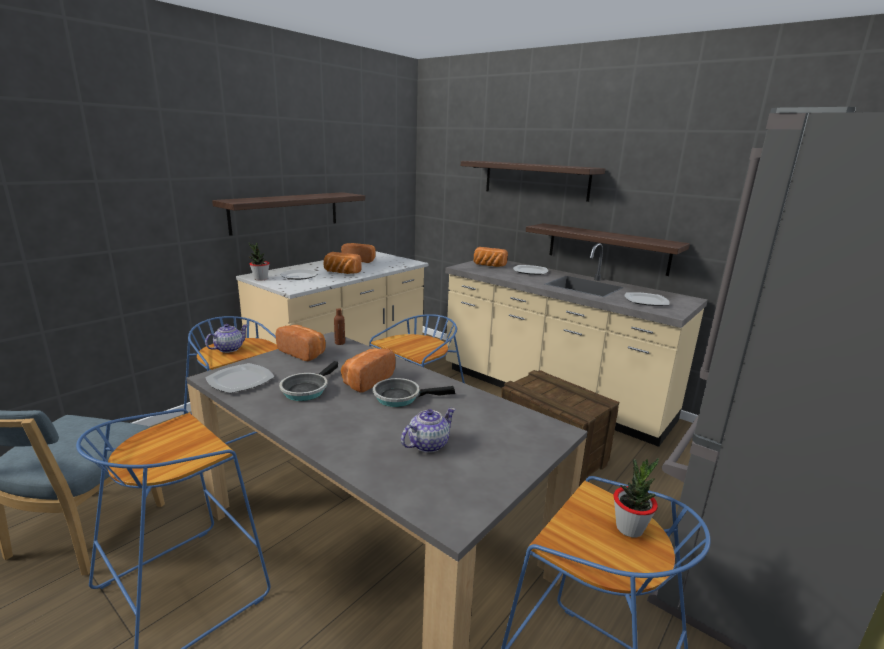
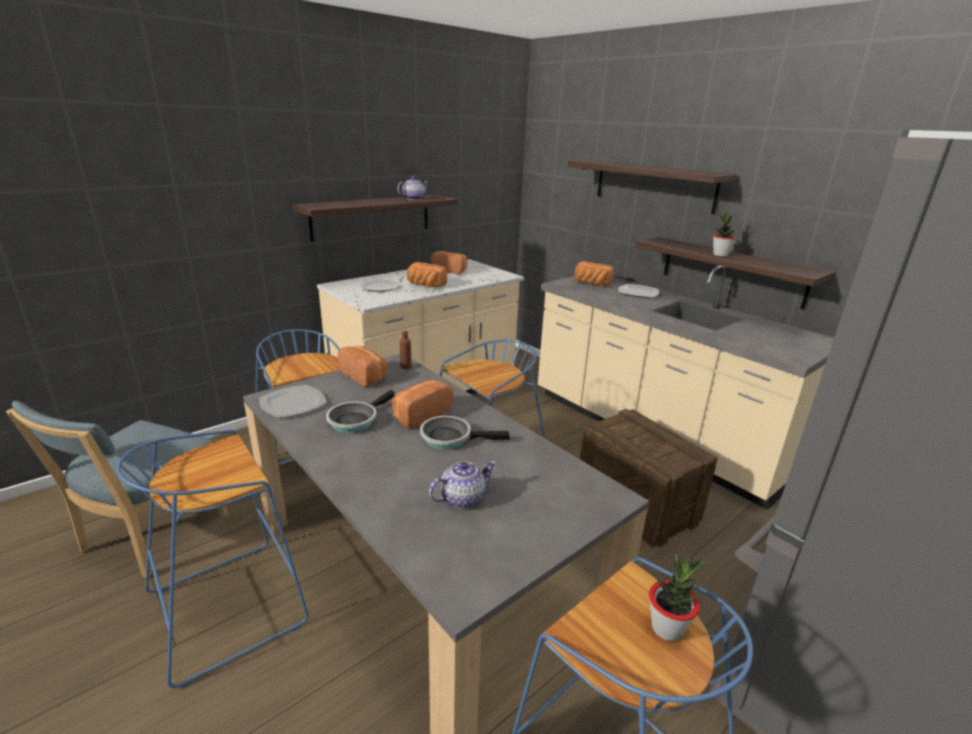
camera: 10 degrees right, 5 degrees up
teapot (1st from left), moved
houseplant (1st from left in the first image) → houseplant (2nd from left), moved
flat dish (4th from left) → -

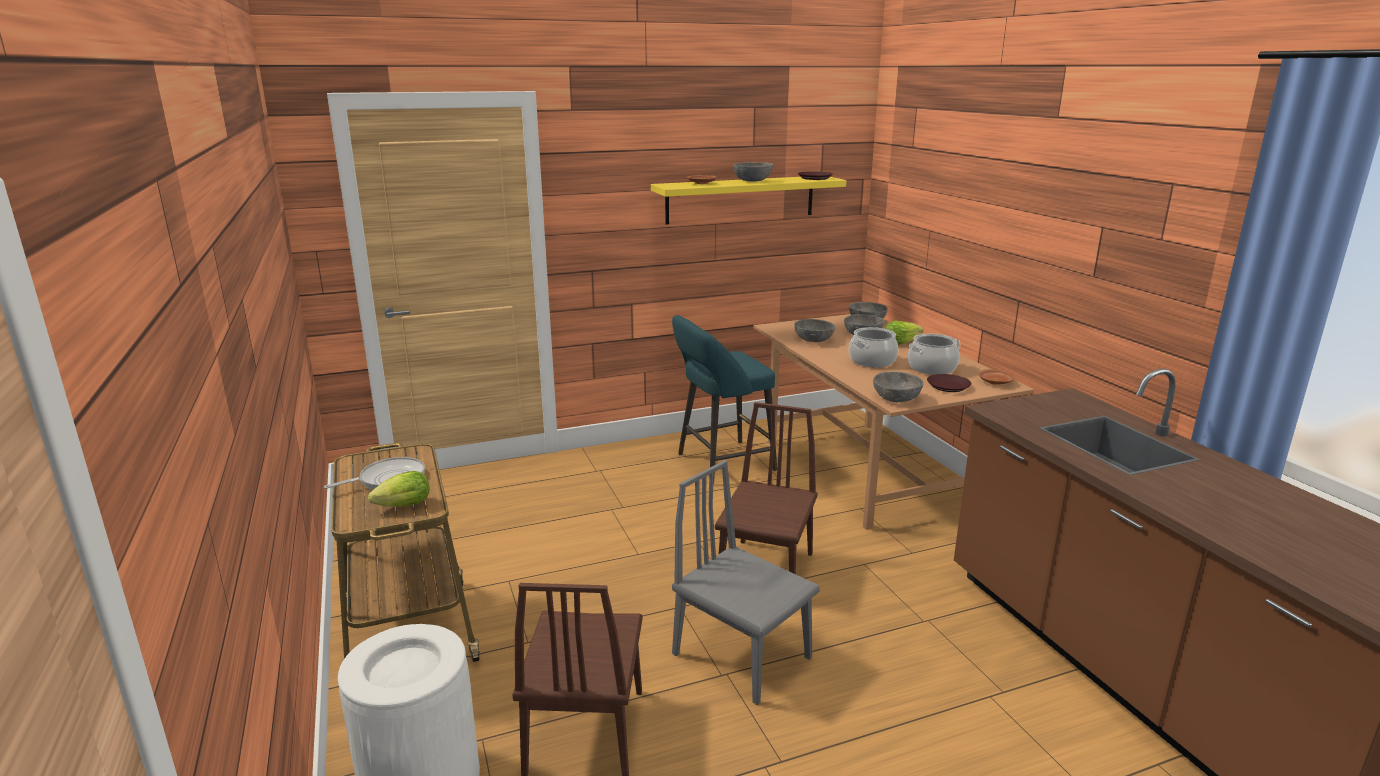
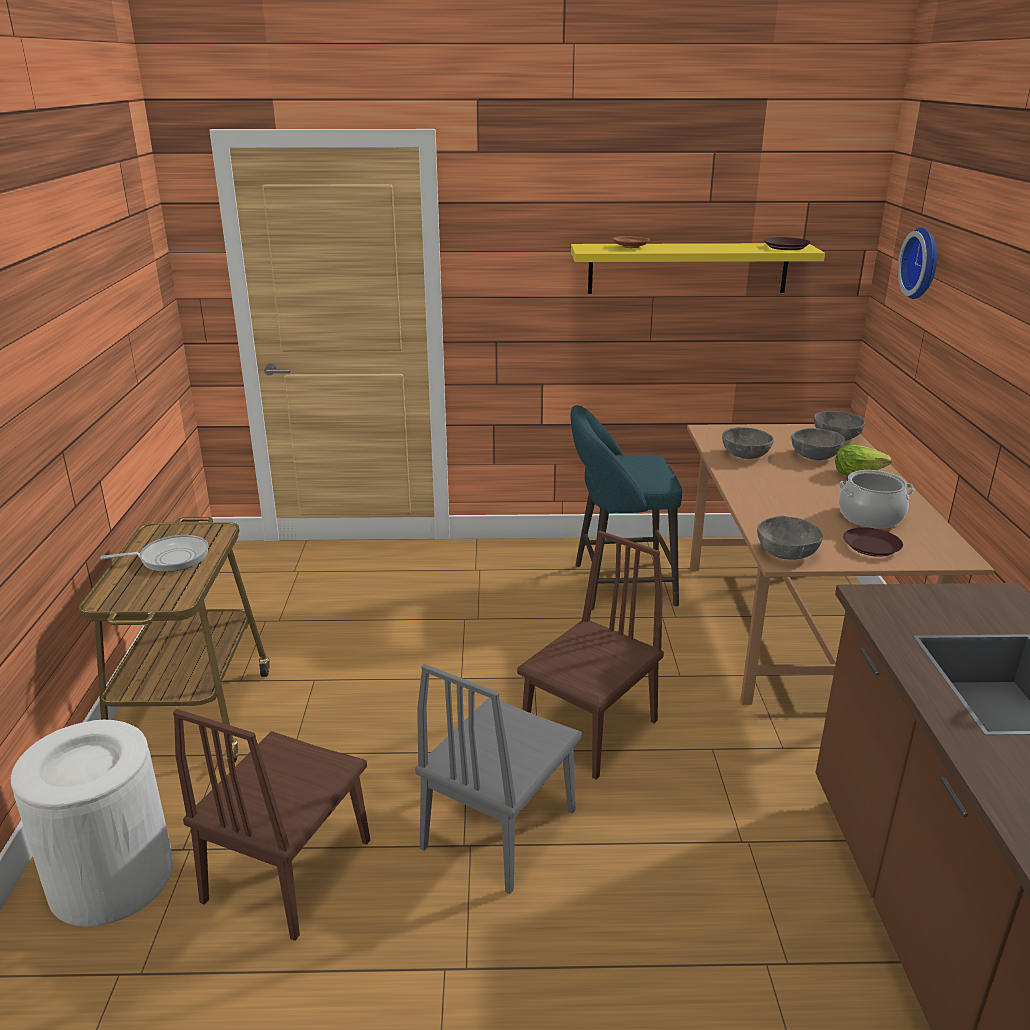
camera: 20 degrees right, 5 degrees up
lettuce (1st from left) → -
plain chair in gray, 120 degrees counterclockwise
bowl in gray (1st from left) → -
saucepot (1st from left) → -
flat dish in brownish (4th from left) → -
- → wall clock

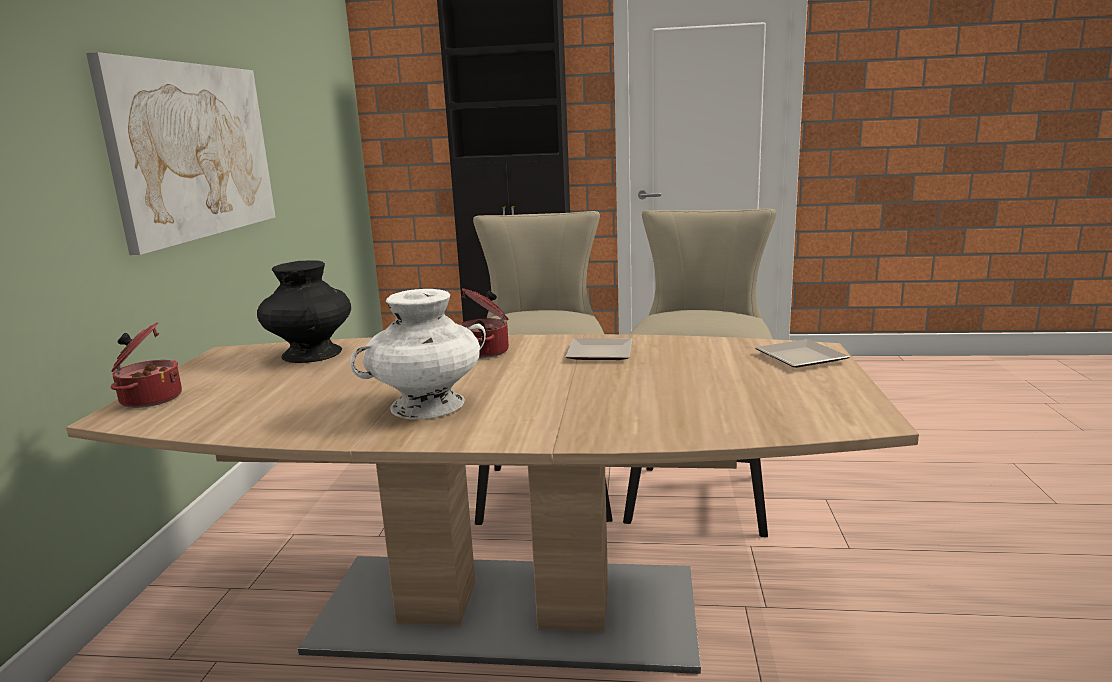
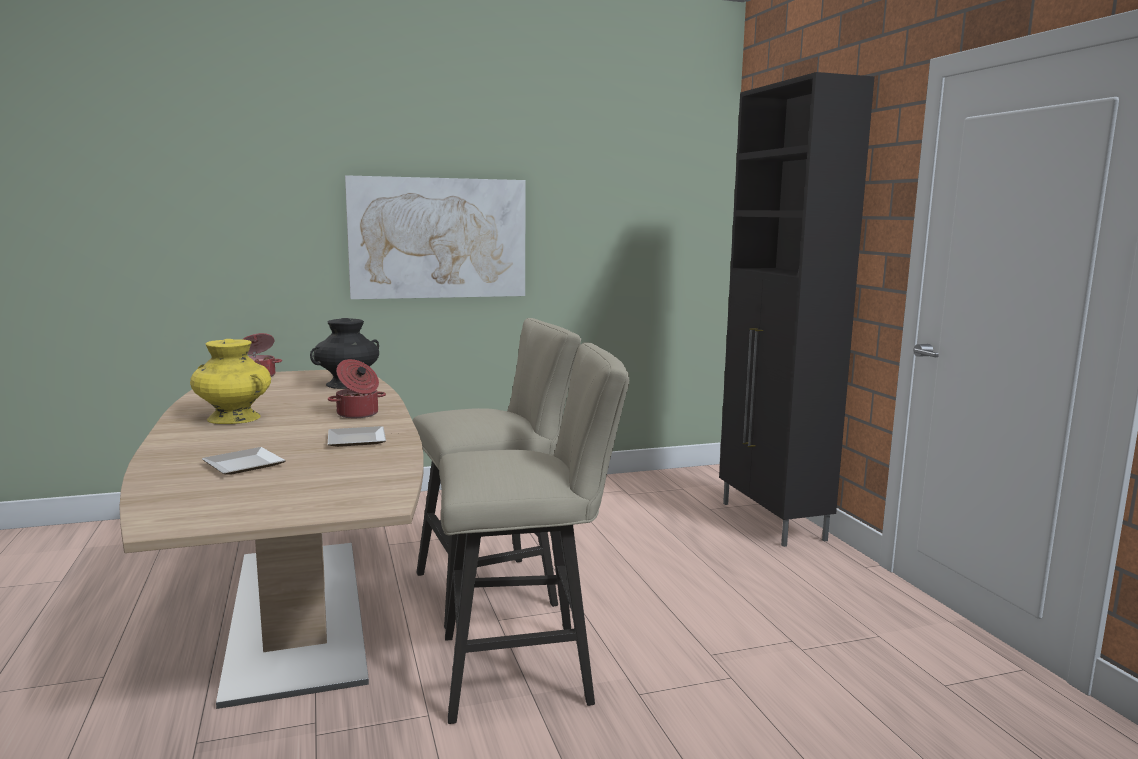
camera: 65 degrees right, 5 degrees down
flower vase in white-coloured → flower vase in yellow
flat dish (2nd from left in the first image) → flat dish (1st from left), moved

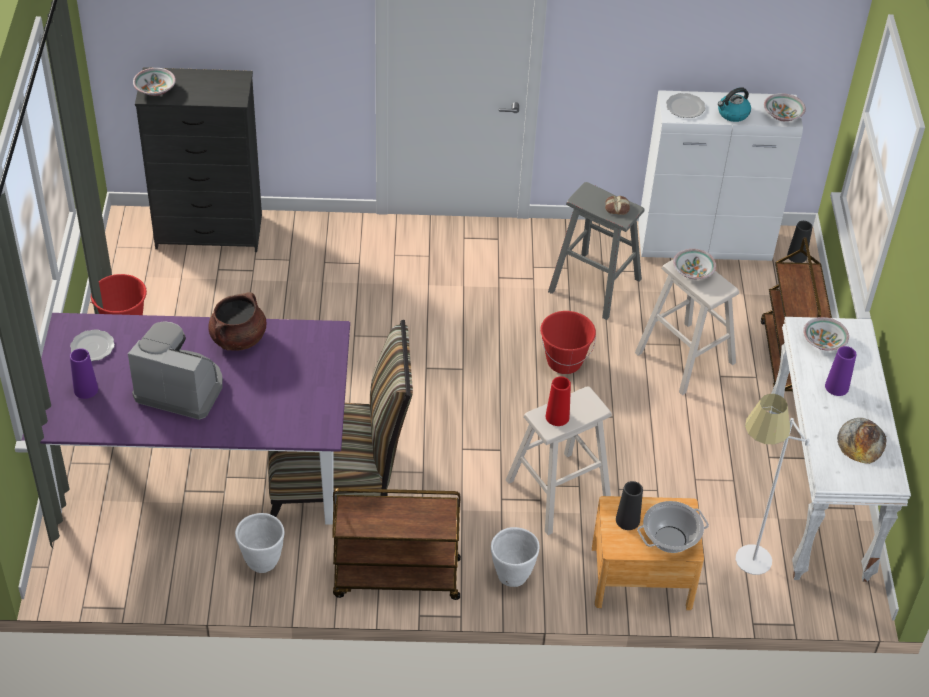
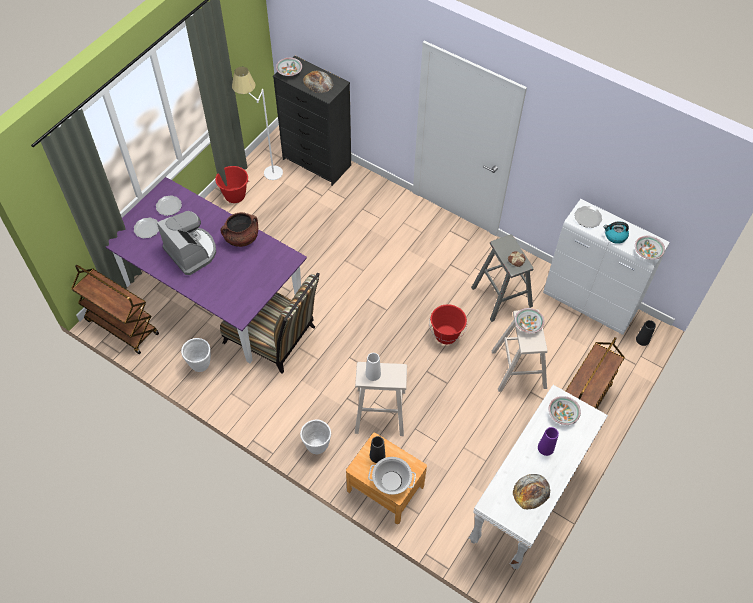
camera: 35 degrees right, 10 degrees up
flower vase in purple (1st from left) → flat dish (1st from left)
trolley in brownish (1st from left), moved
flower vase in red → flower vase in white-coloured
floor lamp in white-coloured, moved
- → bakery bread (1st from left)

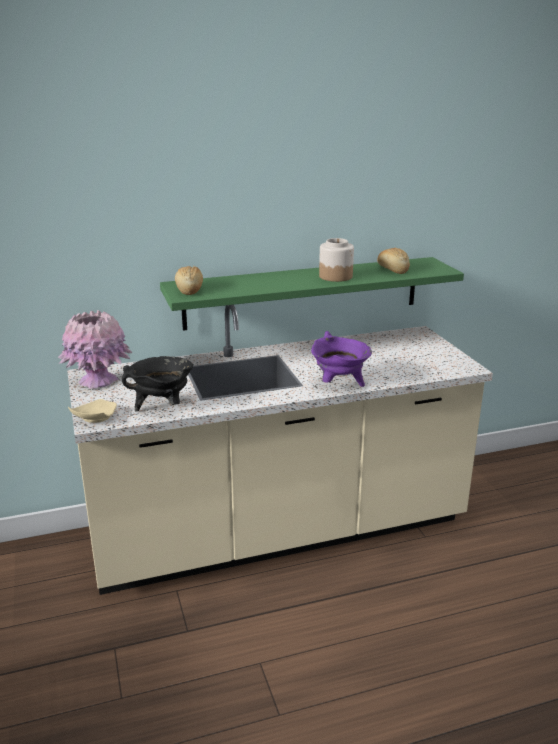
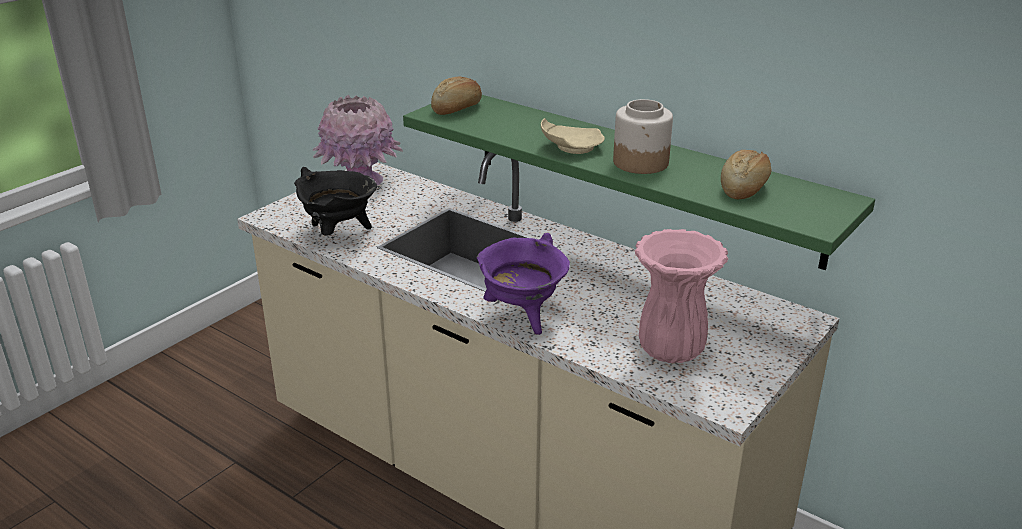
camera: 55 degrees right, 5 degrees up
flat dish in beige, moved
- → flower vase in pinkish (2nd from left)

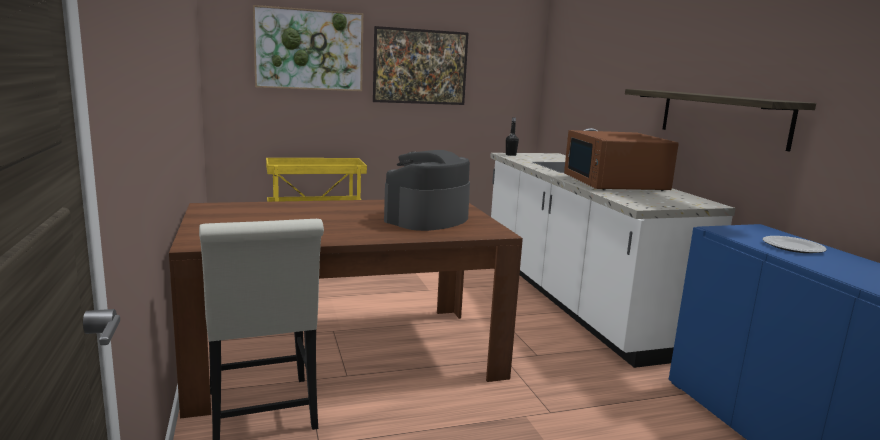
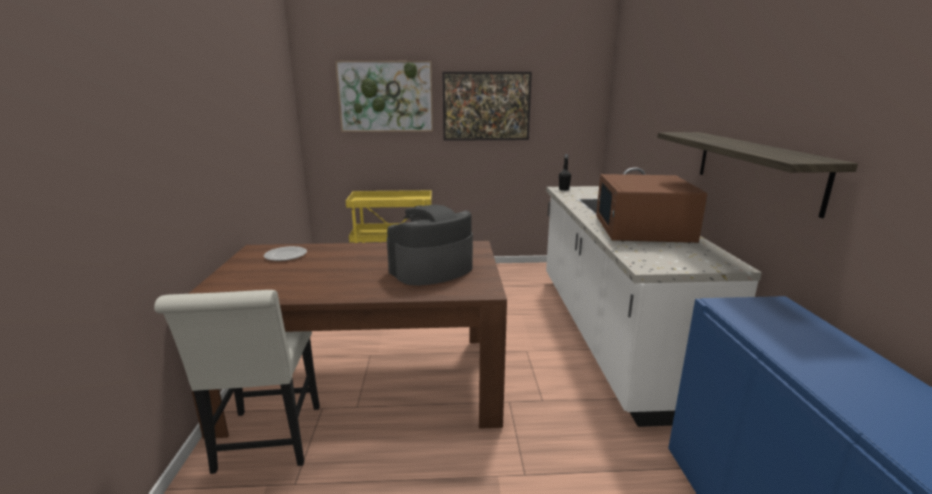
camera: 15 degrees right, 5 degrees up
flat dish, moved

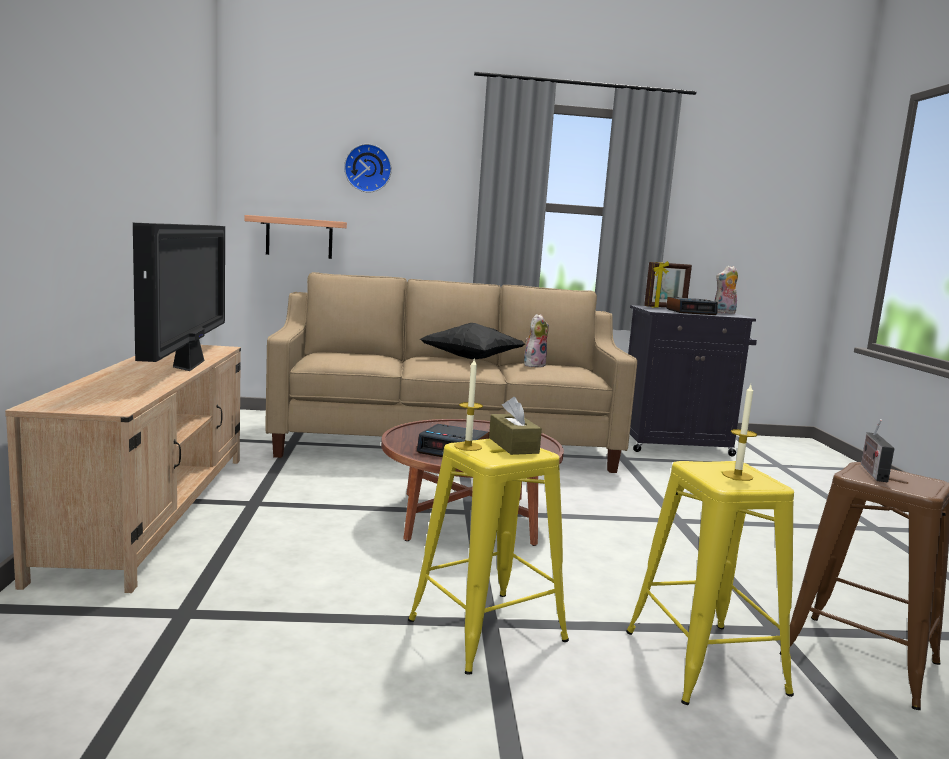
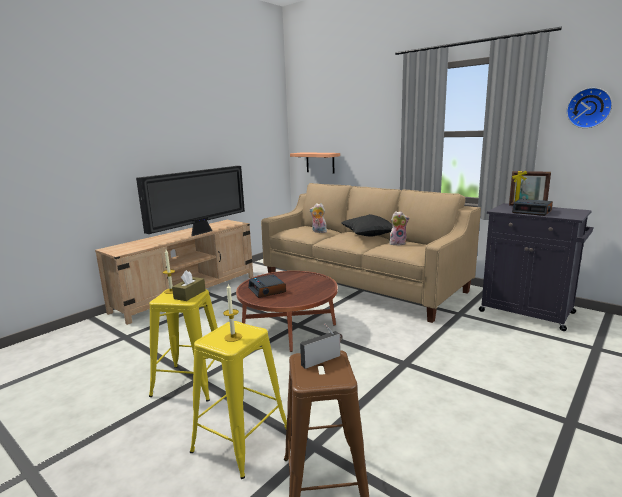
camera: 45 degrees right, 5 degrees up
wall clock, moved
cuddly toy (2nd from left in the first image) → cuddly toy (1st from left), moved

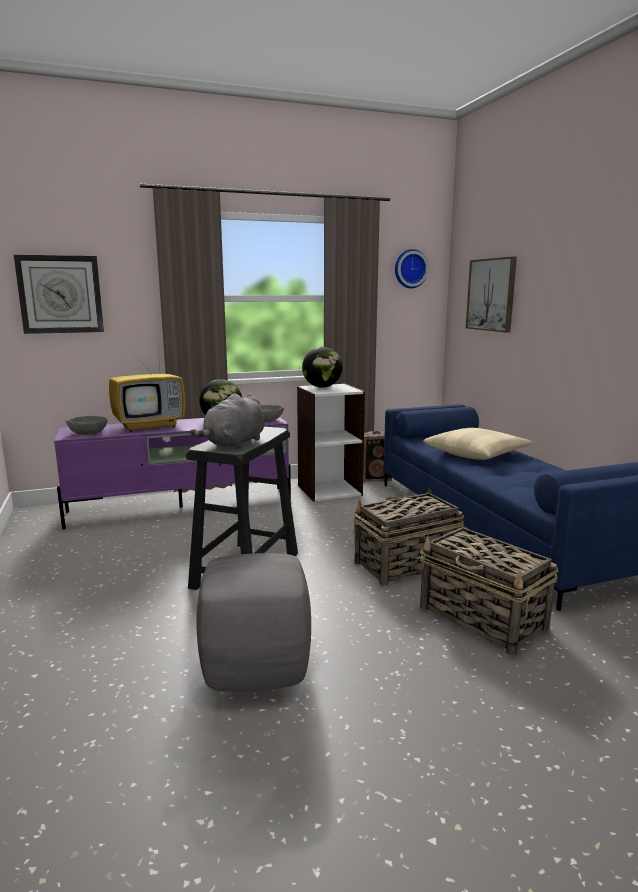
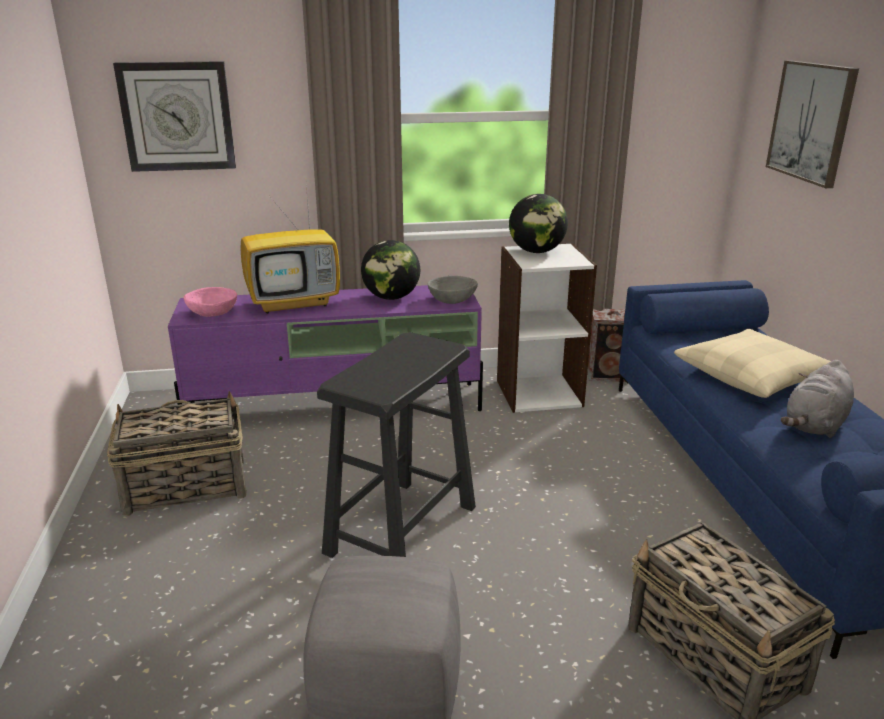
camera: 10 degrees right, 10 degrees up
bowl in gray (1st from left) → bowl in pinkish
cuddly toy in gray, moved
storage basket (1st from left), moved
wall clock (2nd from left) → -

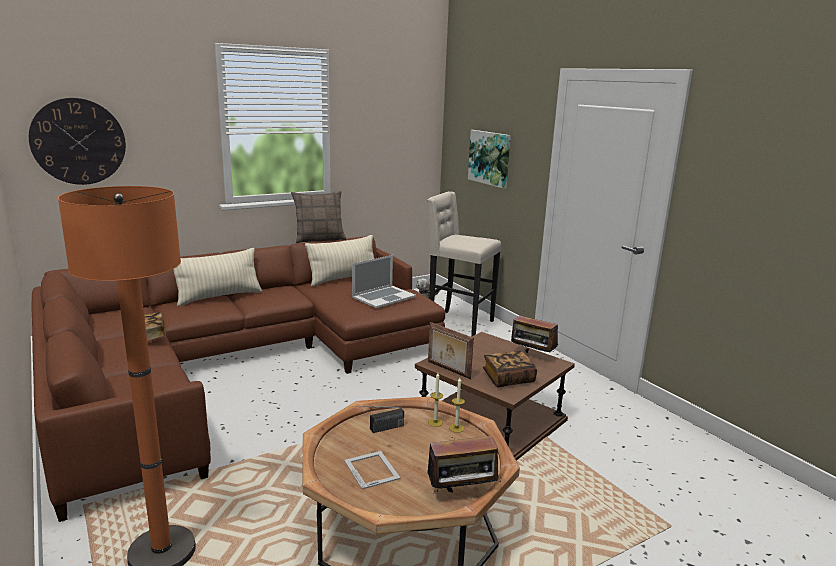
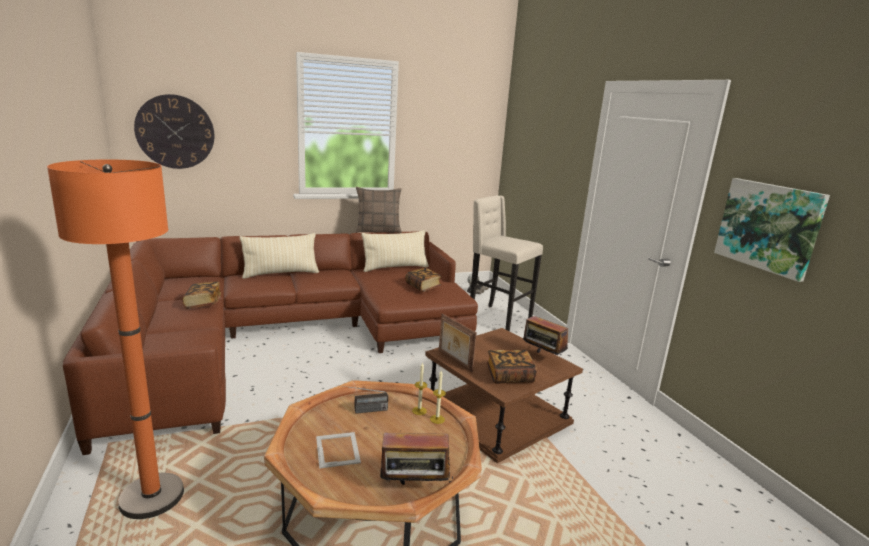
camera: 10 degrees right, 0 degrees up
portable computer → bound book (2nd from left)
wall art, moved

